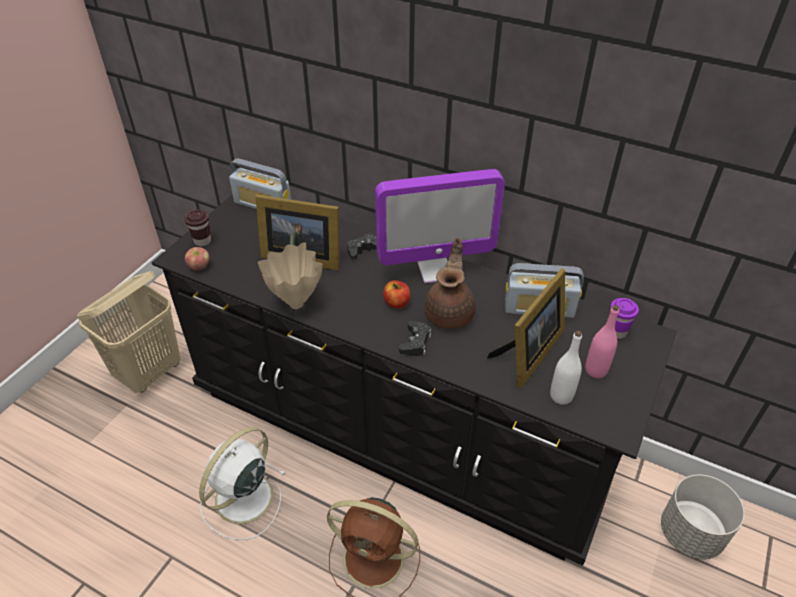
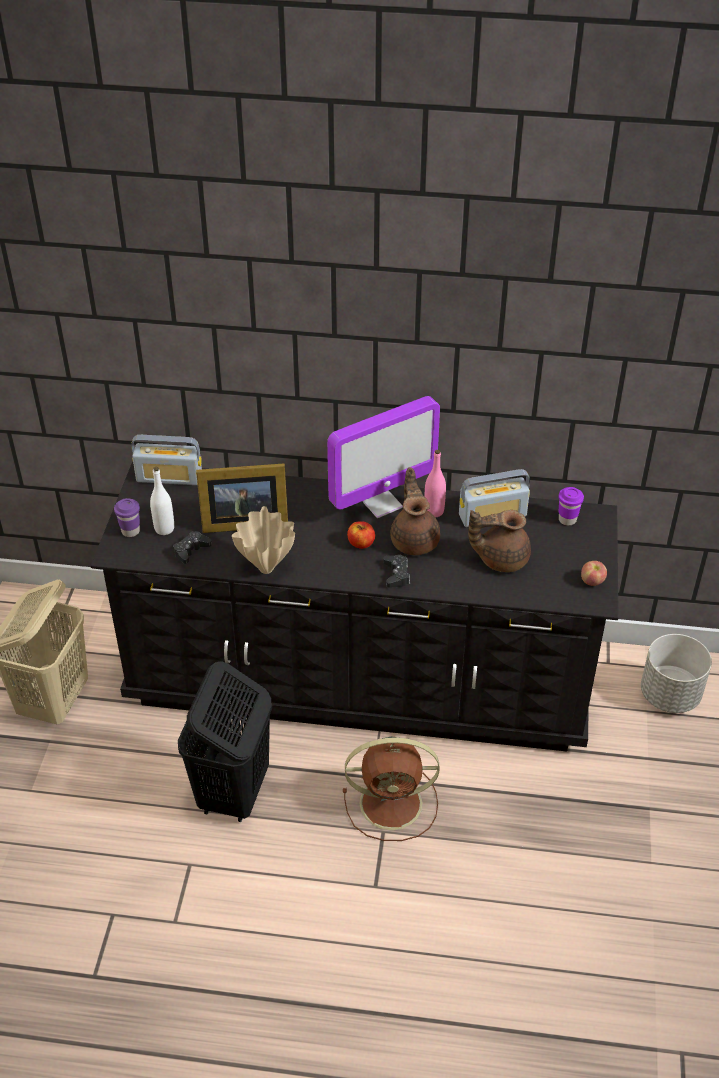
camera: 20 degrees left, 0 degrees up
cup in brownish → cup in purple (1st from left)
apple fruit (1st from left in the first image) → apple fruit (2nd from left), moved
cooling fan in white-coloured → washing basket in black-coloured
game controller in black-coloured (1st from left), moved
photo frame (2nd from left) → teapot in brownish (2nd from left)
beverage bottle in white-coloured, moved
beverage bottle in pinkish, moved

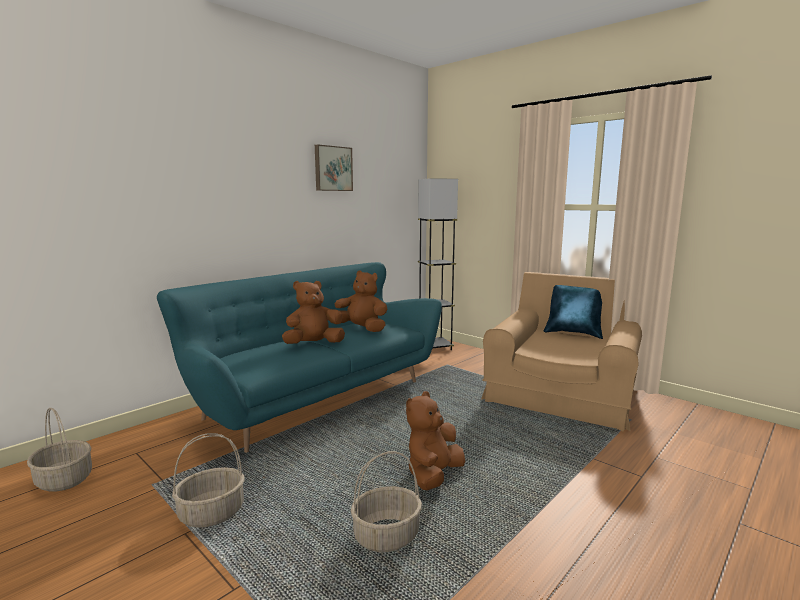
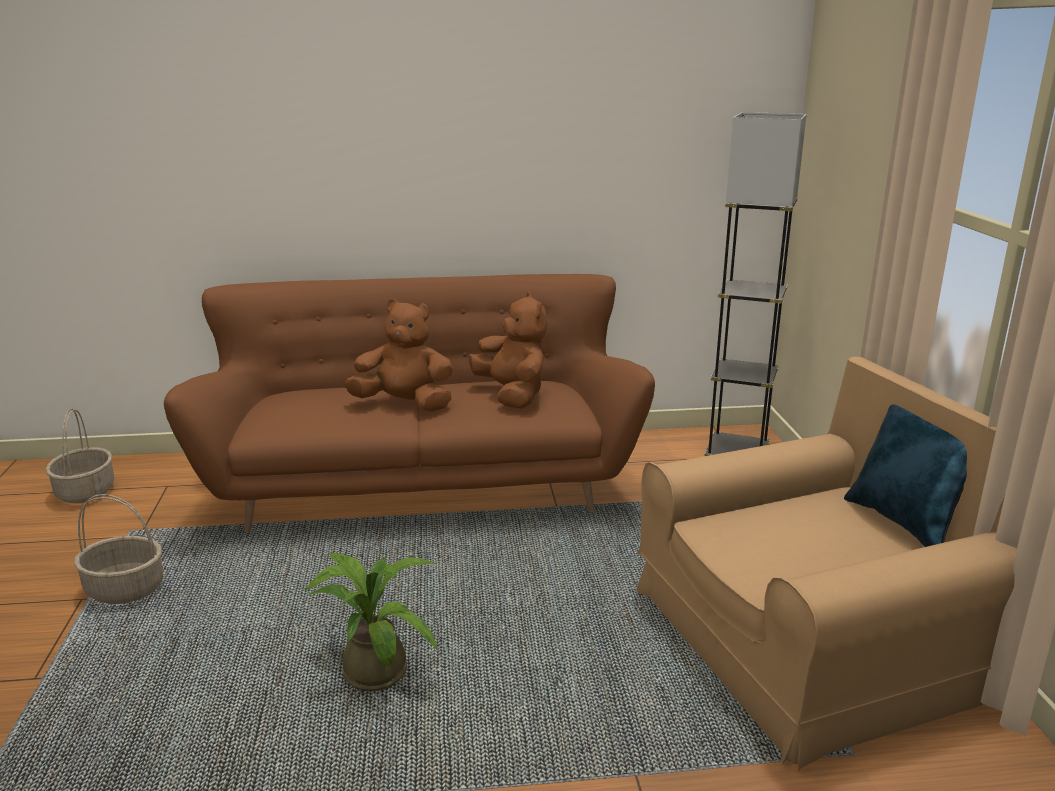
camera: 40 degrees right, 10 degrees up
settee in turquoise-coloured → settee in brownish
wall art → -
storage basket (3rd from left) → -
cuddly toy in brownish (3rd from left) → houseplant

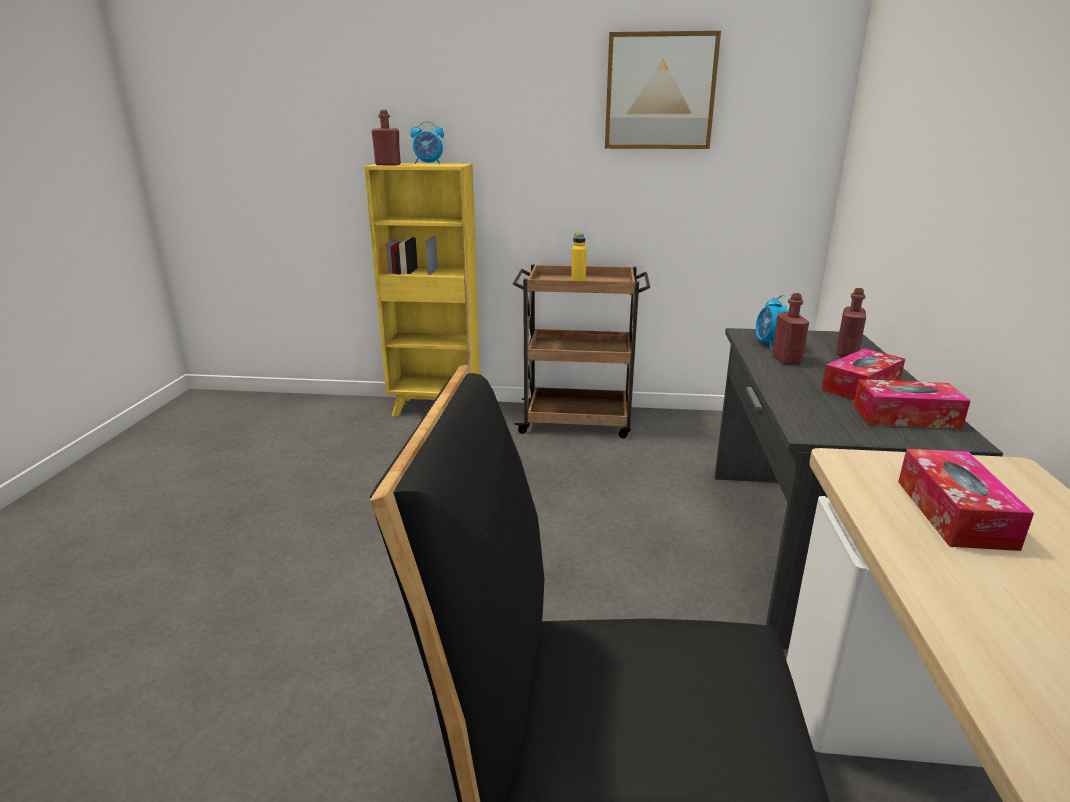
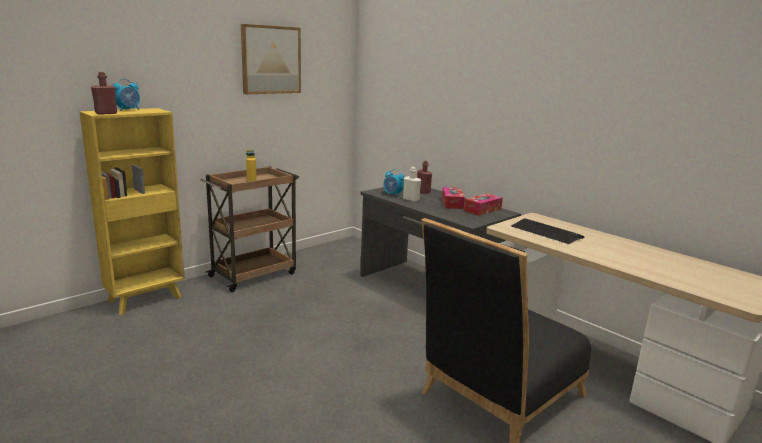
camera: 50 degrees left, 5 degrees down
beverage bottle in red (2nd from left) → beverage bottle in white-coloured
box of tissues (3rd from left) → computer keyboard

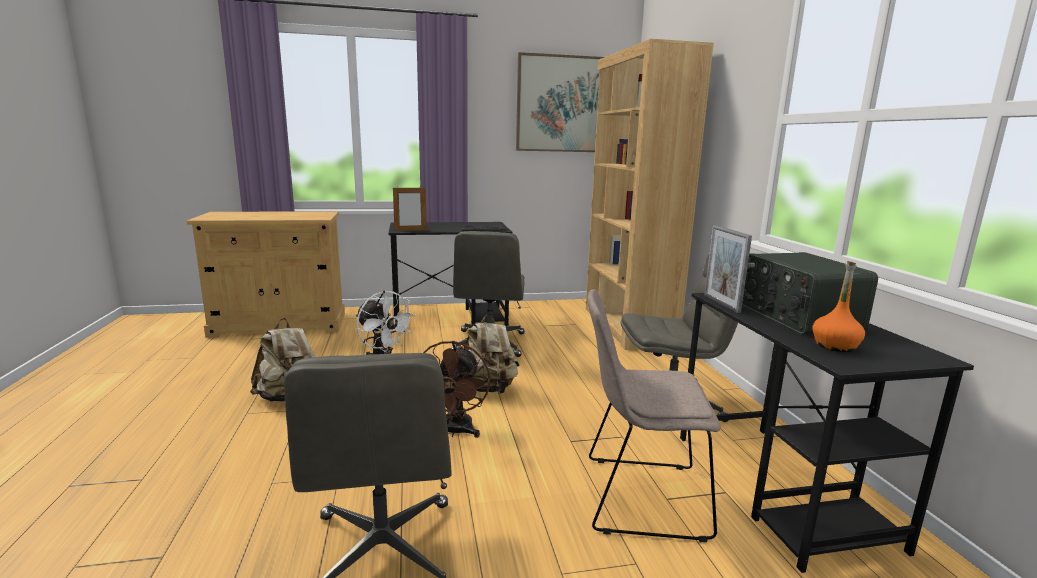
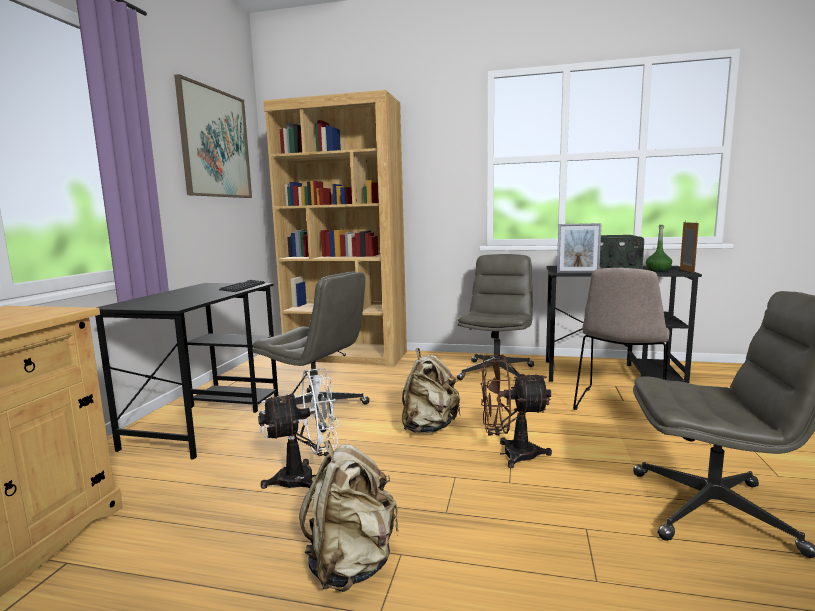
camera: 65 degrees left, 5 degrees down
photo frame (1st from left in the first image) → photo frame (2nd from left), moved
cooling fan in brownish, 150 degrees clockwise
beverage bottle in orange → beverage bottle in green-coloured

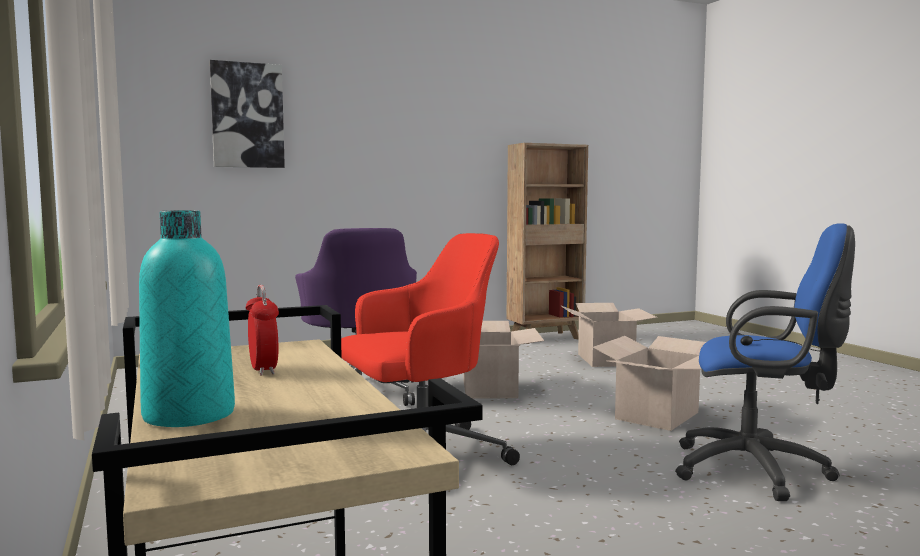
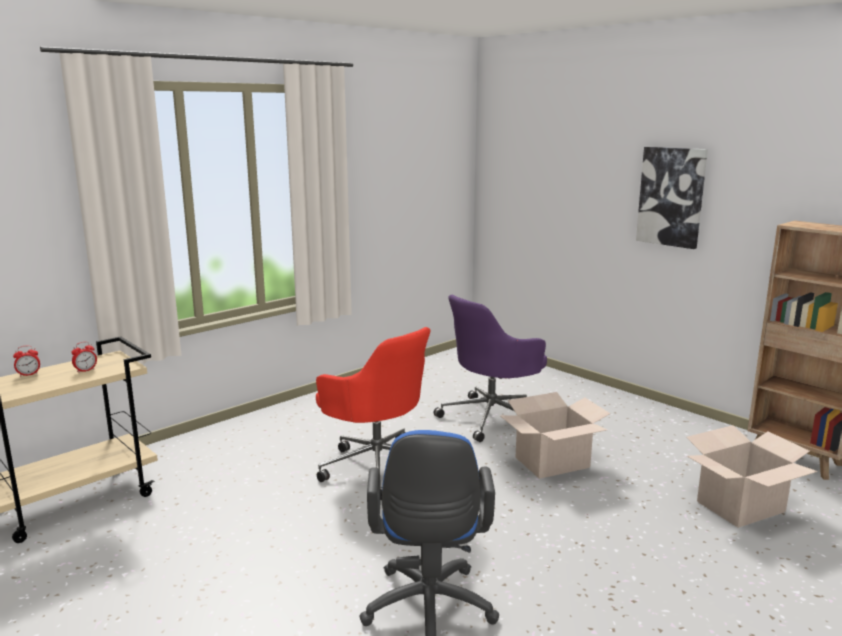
camera: 70 degrees right, 10 degrees up
beverage bottle in turquoise-coloured → alarm clock (1st from left)
wall art, moved
packing box (3rd from left) → -

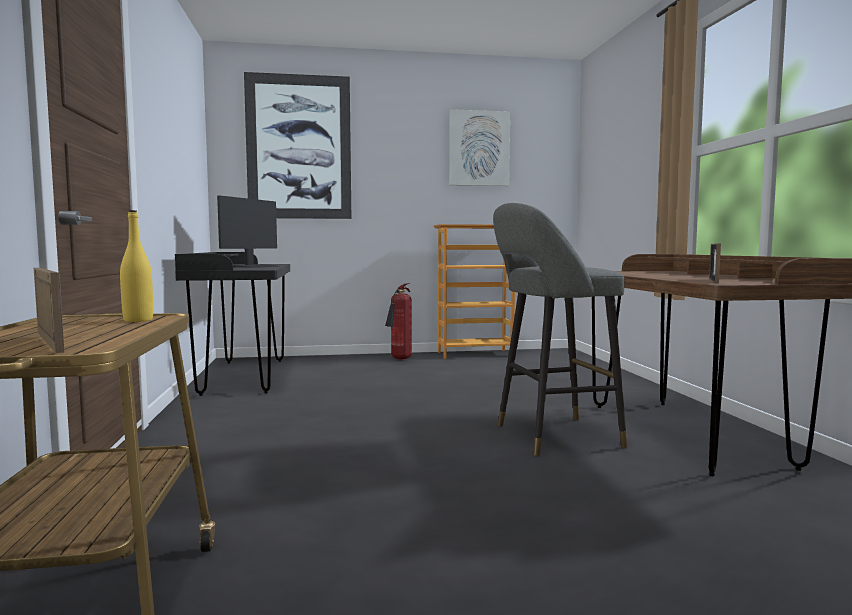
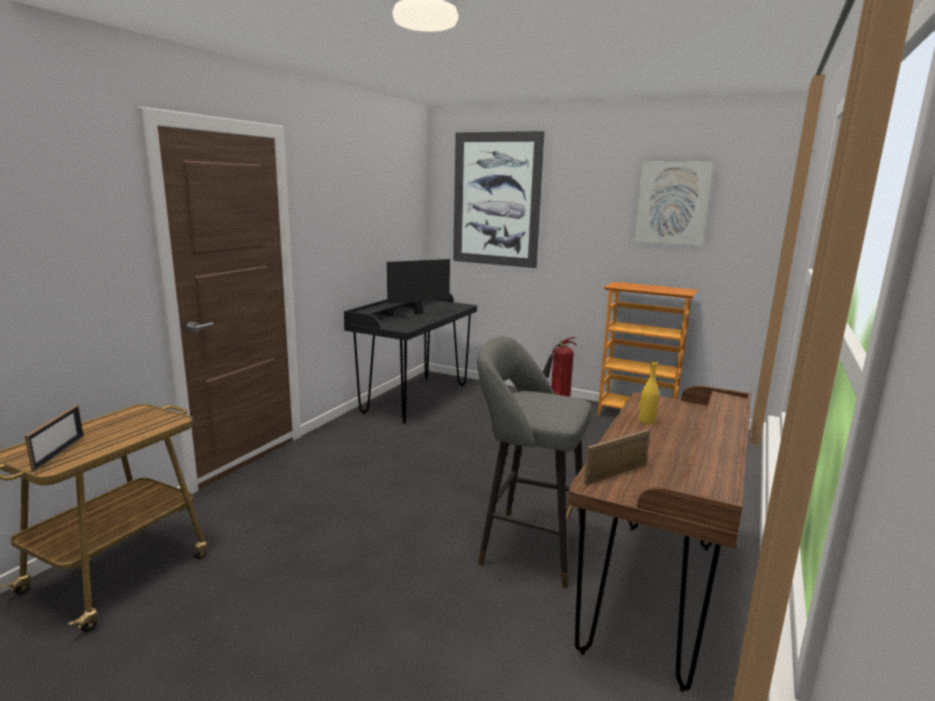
camera: 35 degrees right, 10 degrees up
beverage bottle in yellow, moved

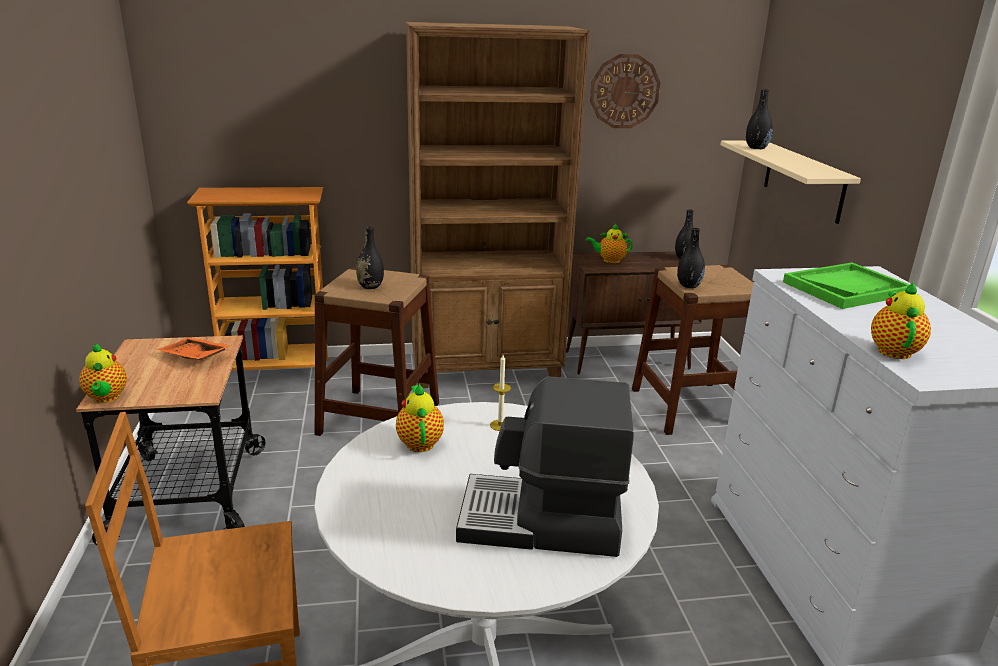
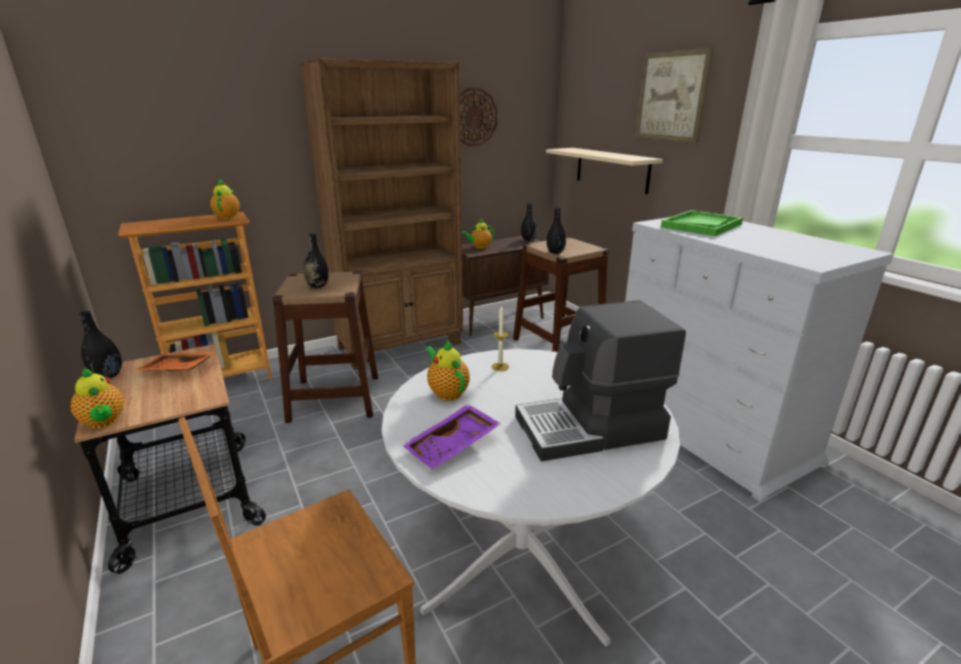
camera: 20 degrees left, 0 degrees up
flower vase in black-coloured (4th from left in the first image) → flower vase in black-coloured (1st from left), moved
teapot (4th from left in the first image) → teapot (2nd from left), moved
- → carrying tray in purple
- → wall art

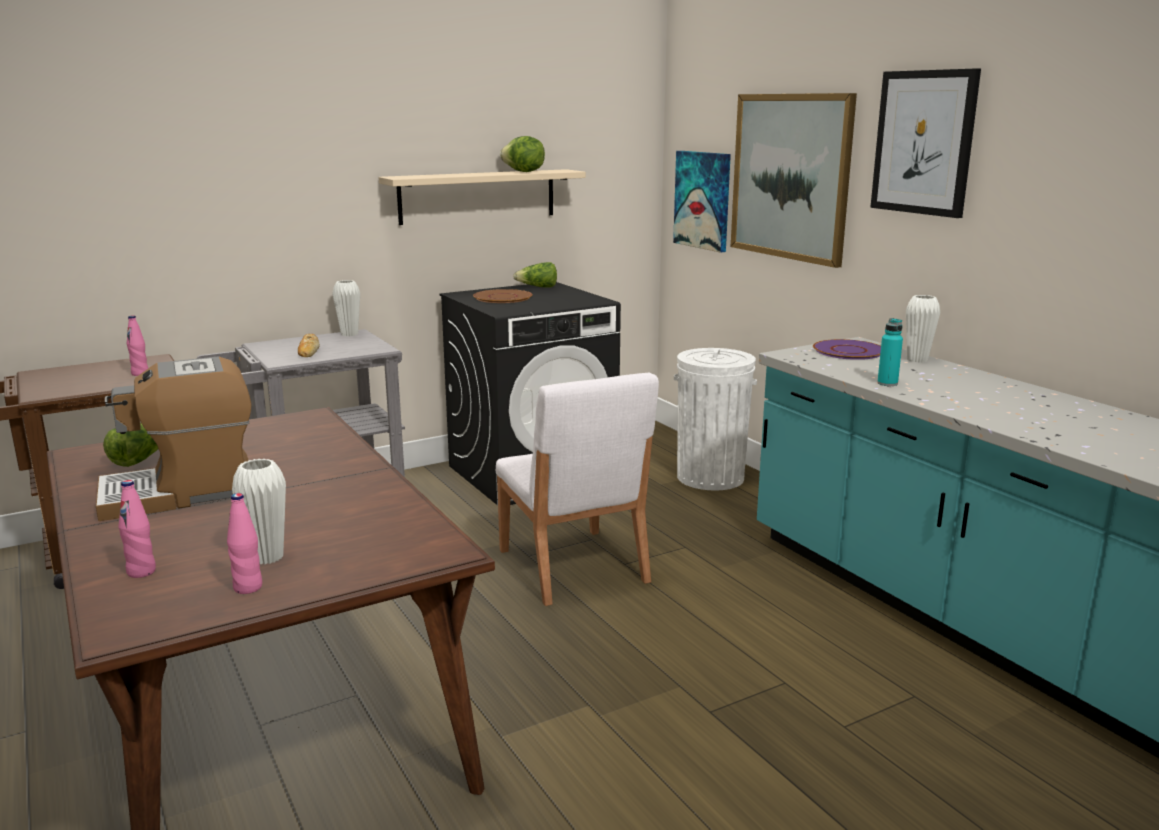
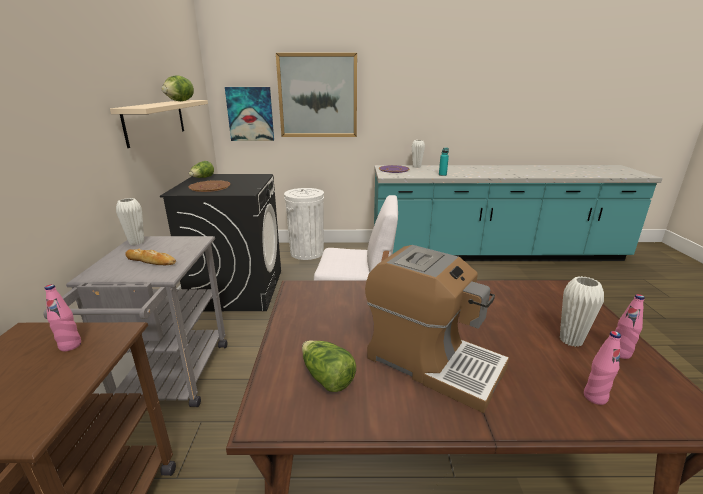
camera: 60 degrees left, 5 degrees up
coffee brewer, 60 degrees counterclockwise
wall art (3rd from left) → -

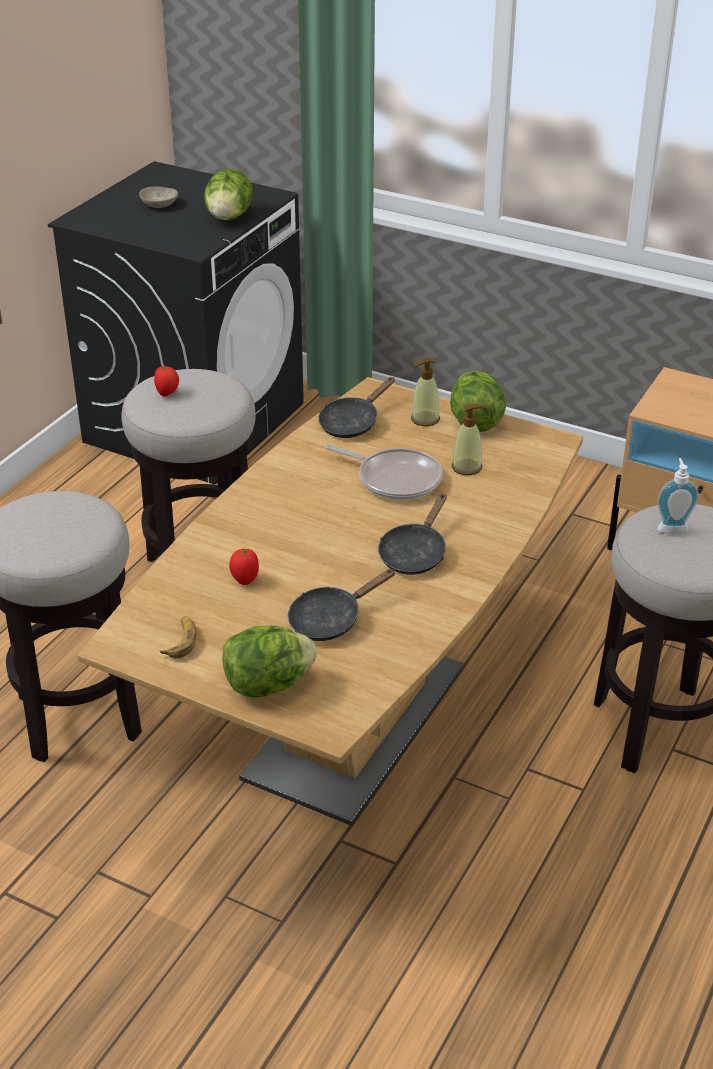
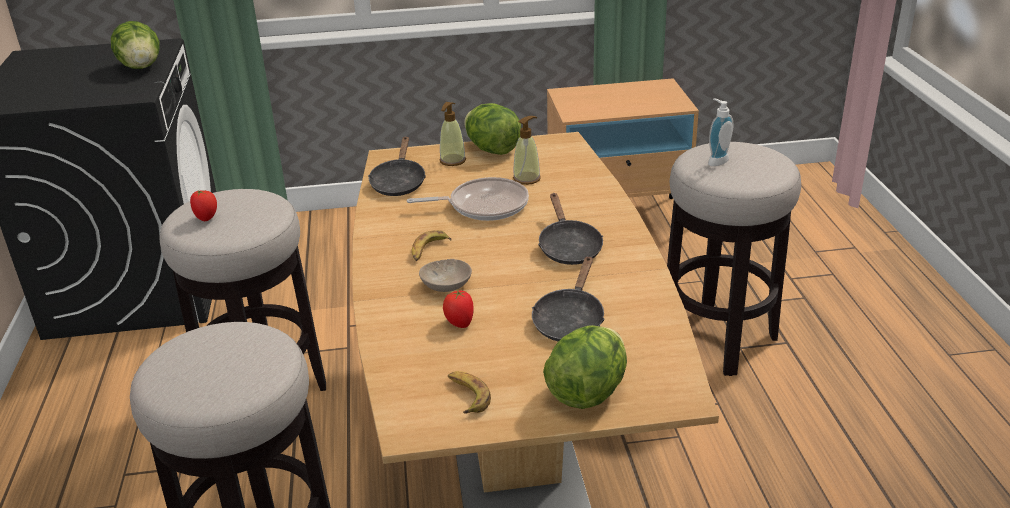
camera: 35 degrees left, 5 degrees down
bowl in beige, moved
- → banana (1st from left)

